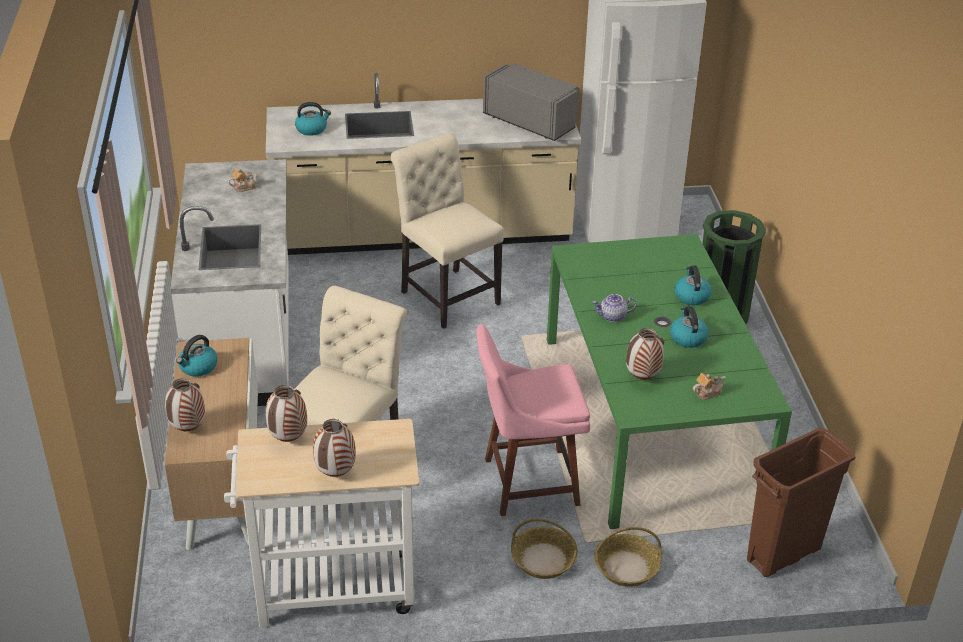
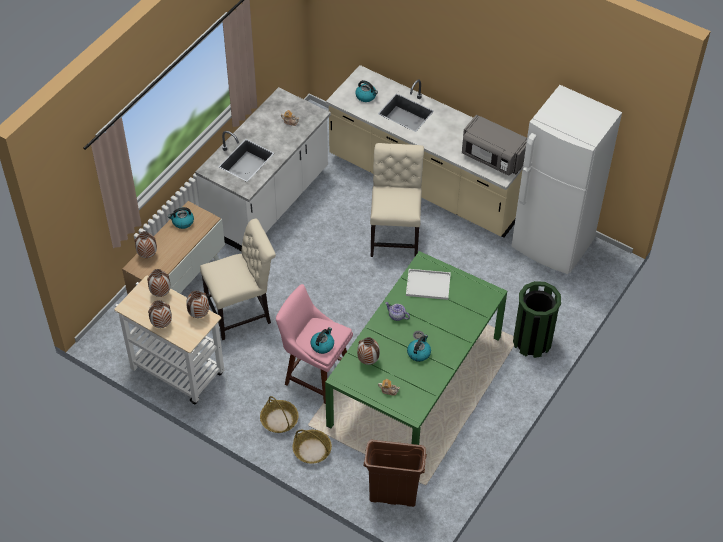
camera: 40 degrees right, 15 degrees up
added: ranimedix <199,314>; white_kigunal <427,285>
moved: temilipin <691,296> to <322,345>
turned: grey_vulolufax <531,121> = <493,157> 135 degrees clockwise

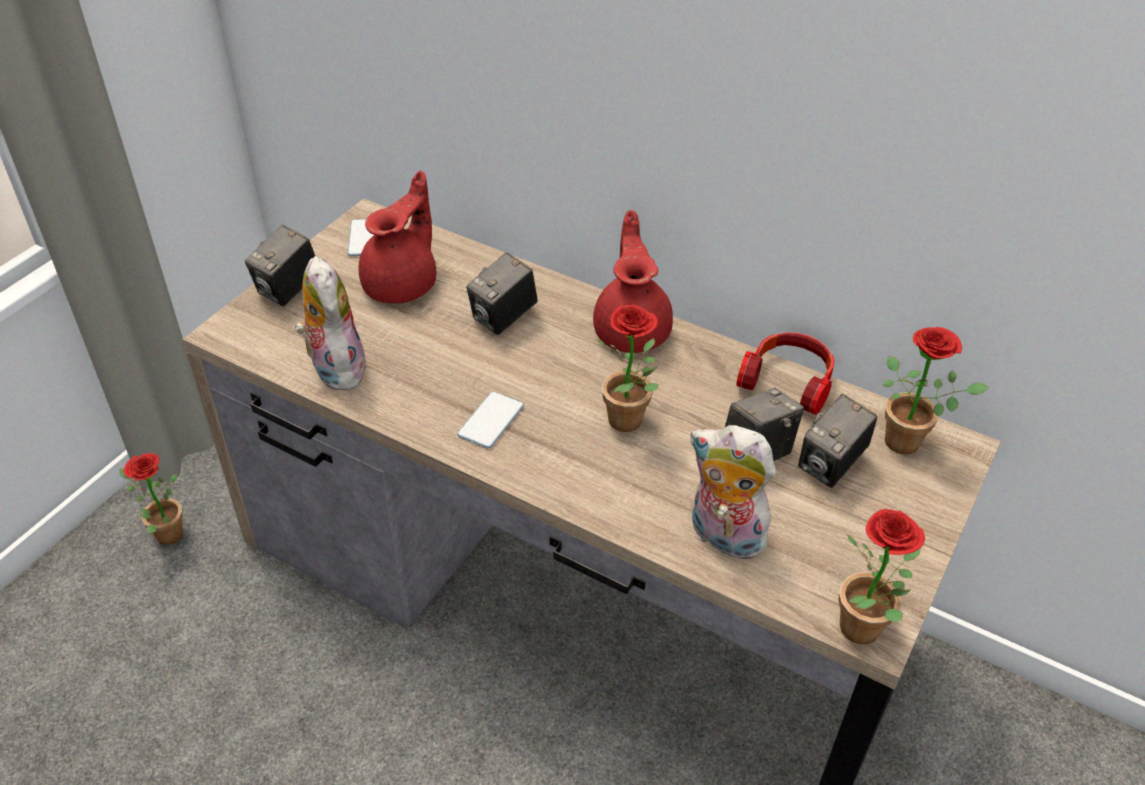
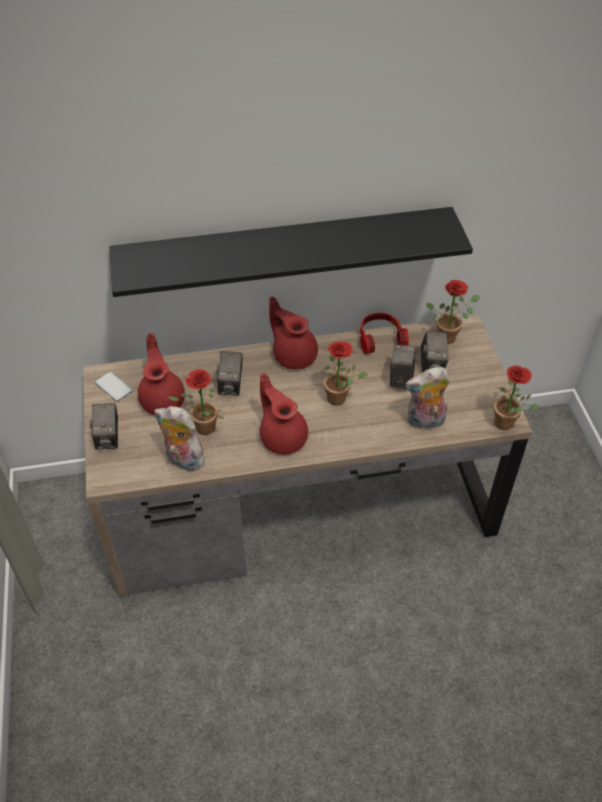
camera: 40 degrees left, 5 degrees up
added: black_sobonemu <285,250>
moved: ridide <164,533> to <202,429>
replaced: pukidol <491,421> to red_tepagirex <282,436>

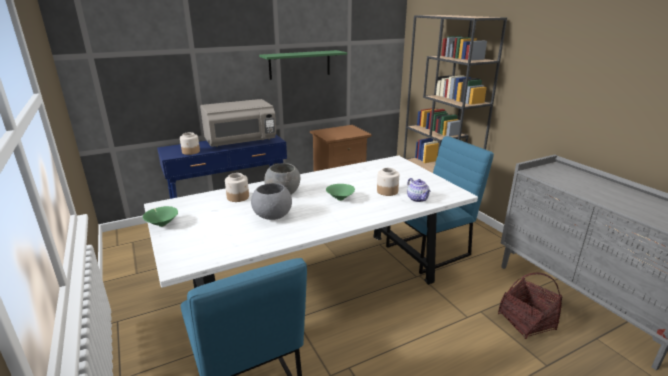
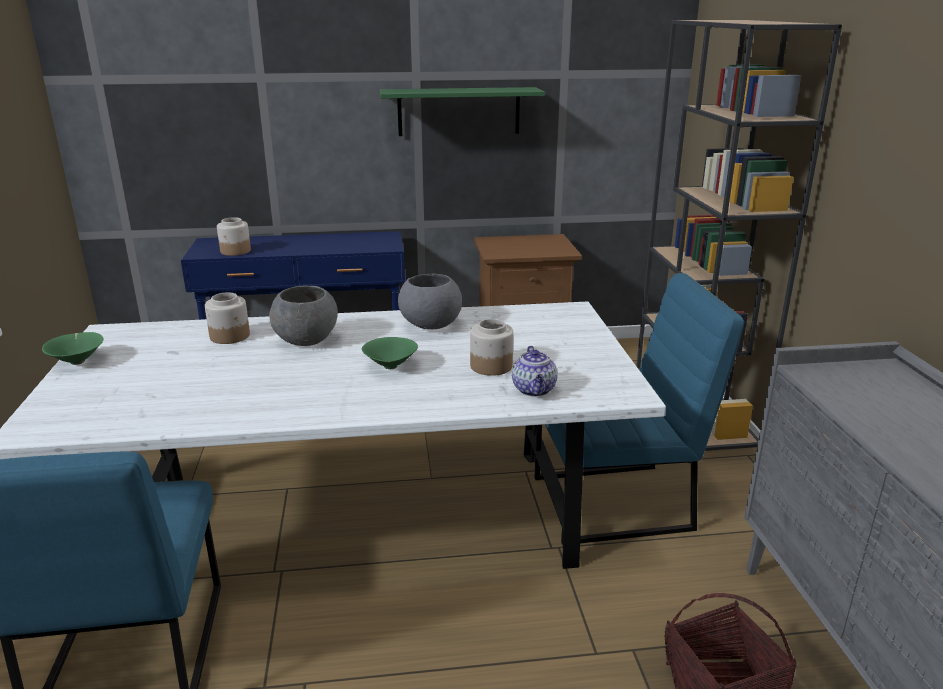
camera: 20 degrees right, 0 degrees up
removed: grey_vulolufax <240,142>
moved: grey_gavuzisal <272,217> to <430,326>

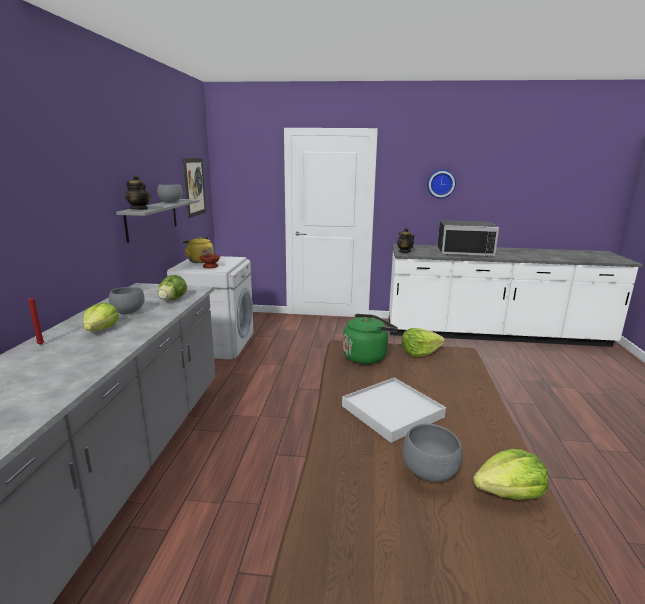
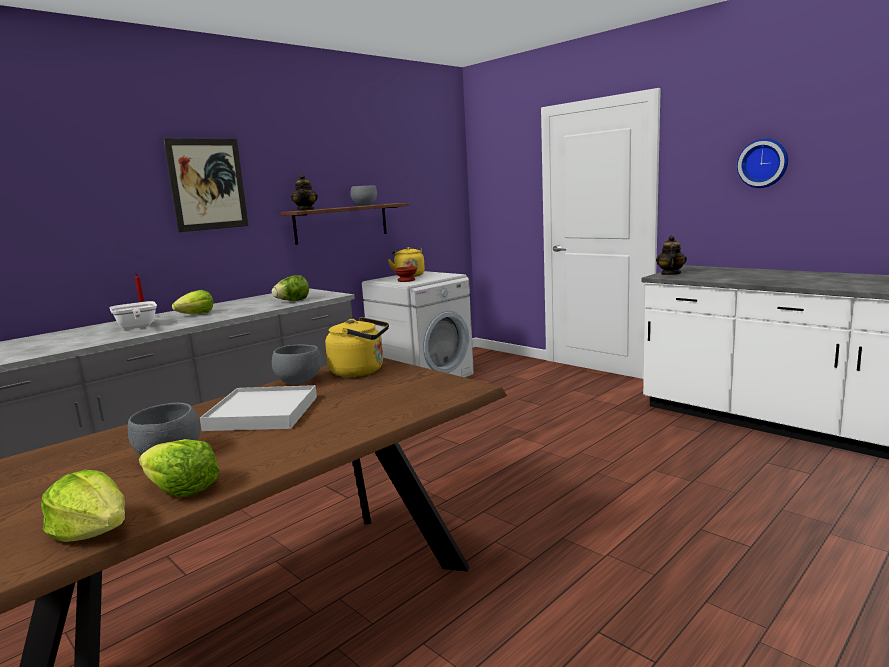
camera: 40 degrees right, 5 degrees down
removed: black_vulolufax <464,251>
added: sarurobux <136,327>
moved: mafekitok <419,352> to <93,531>; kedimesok <194,187> to <207,184>; grey_gavuzisal <128,312> to <299,382>
recoloured: grey_sobonemu <152,219> to brown_sobonemu <341,223>; green_temilipin <367,356> to yellow_temilipin <361,371>

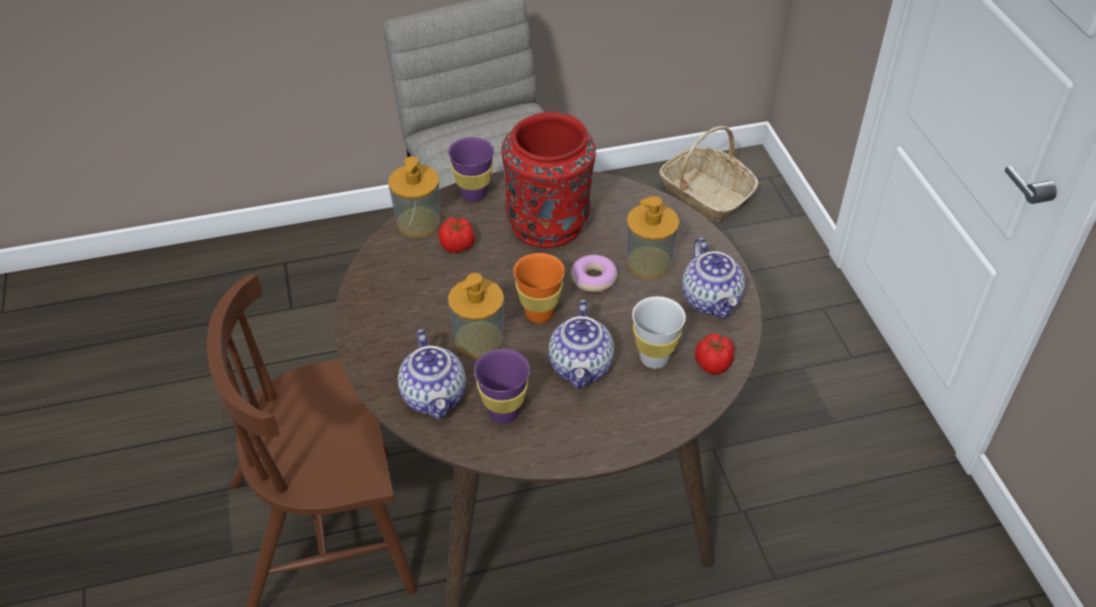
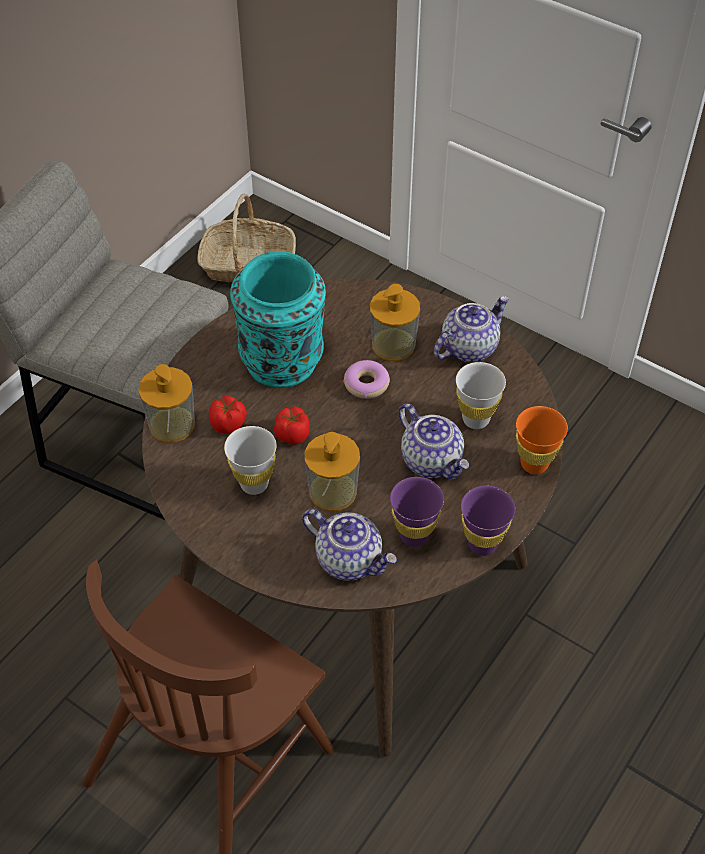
camera: 40 degrees left, 5 degrees up
added: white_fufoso <254,484>
moved: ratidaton <714,364> to <293,434>; purple_fufoso <473,194> to <482,544>; orange_fufoso <539,314> to <534,464>
recoloured: red_ranimedix <548,223> to turquoise_ranimedix <282,359>
turned: tepagirex <712,300> = <469,347> 75 degrees counterclockwise

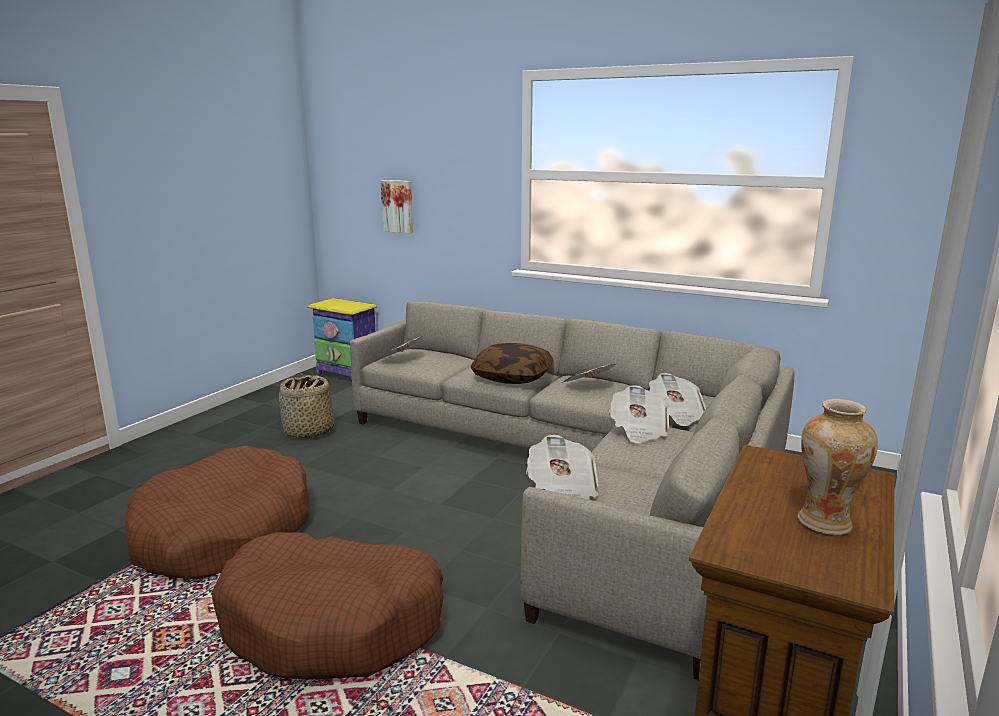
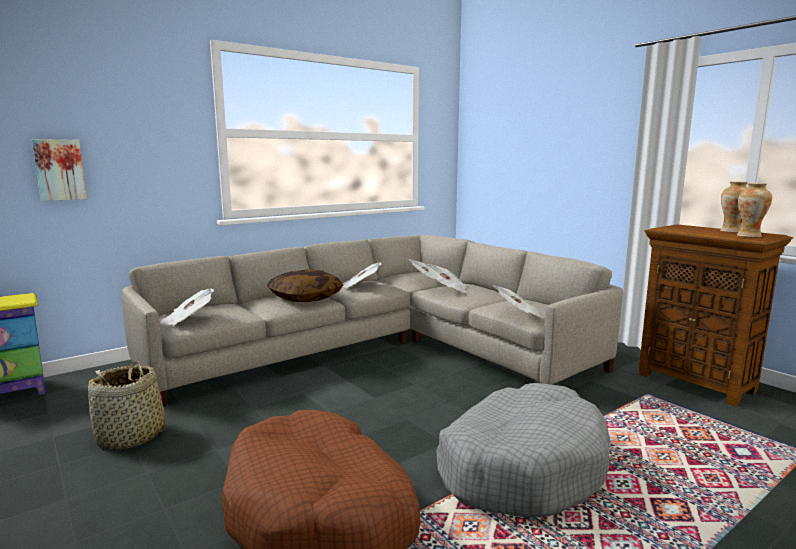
camera: 65 degrees left, 5 degrees down
added: ranimedix <749,236>
recoloured: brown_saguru <333,623> to grey_saguru <521,466>

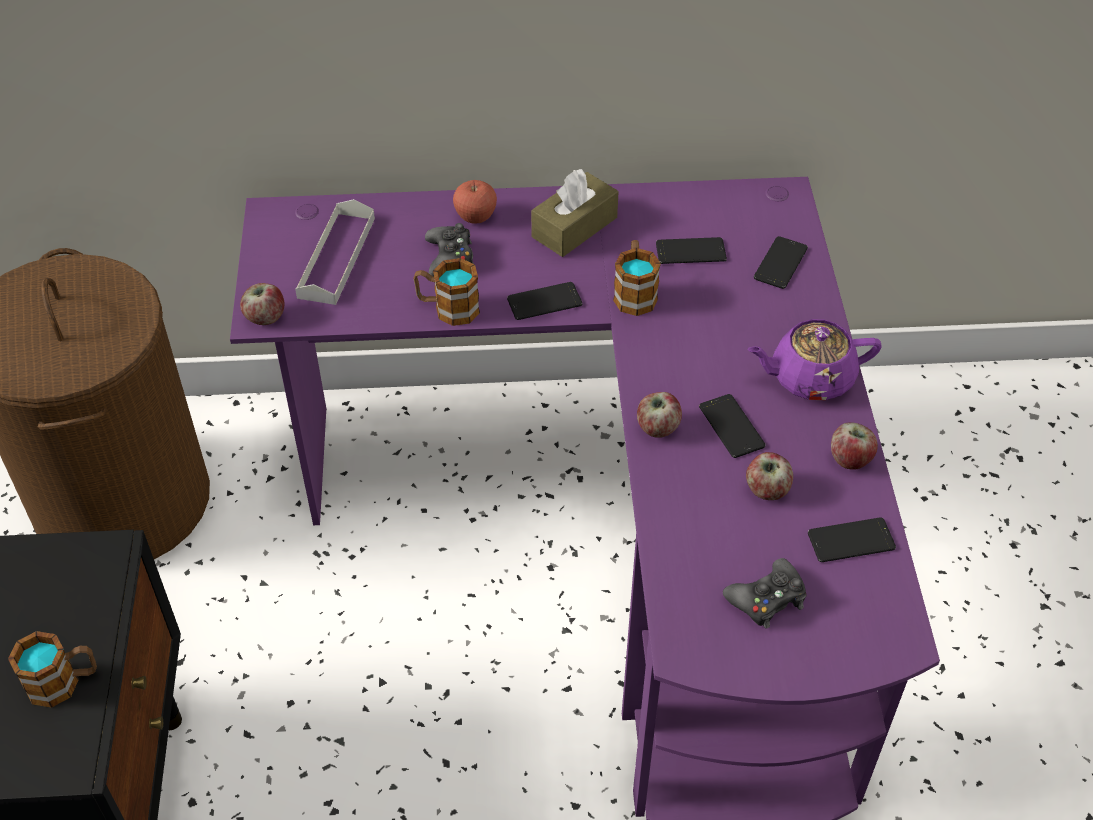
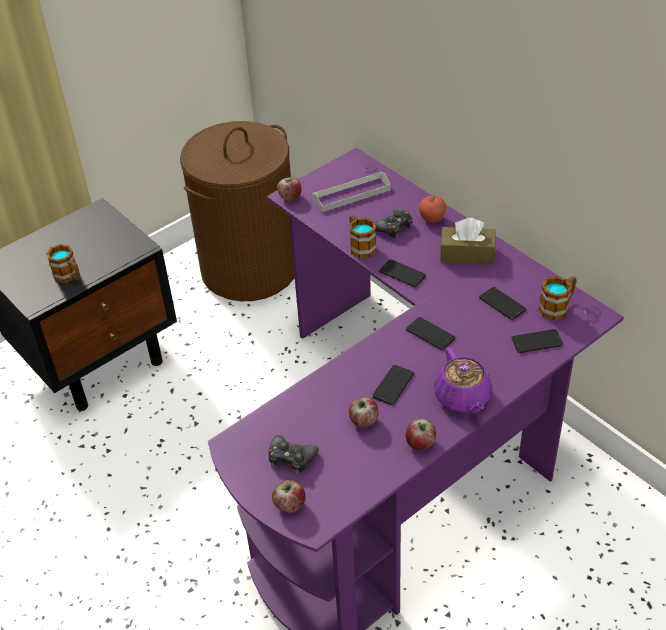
camera: 55 degrees right, 5 degrees down
moved: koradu <657,428> to <290,505>; pukidol <851,541> to <430,334>; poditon <634,292> to <557,307>
turned: purple_tepagirex <810,378> = <462,397> 150 degrees counterclockwise

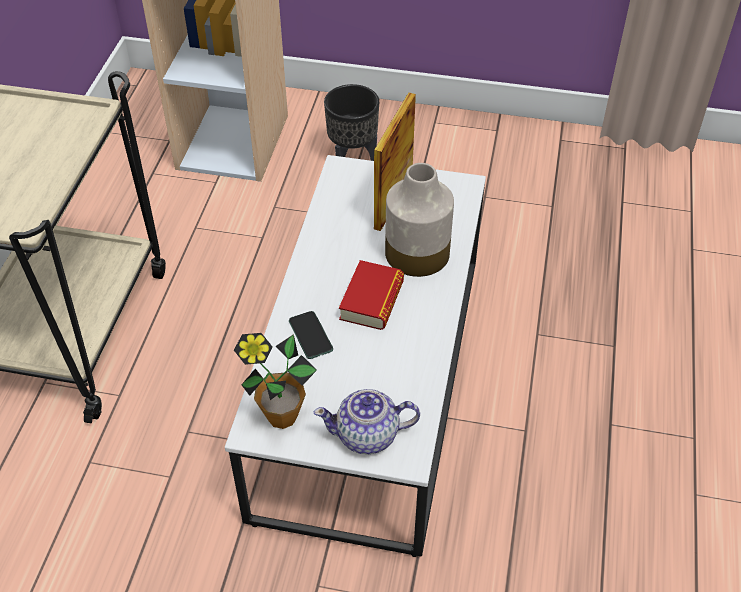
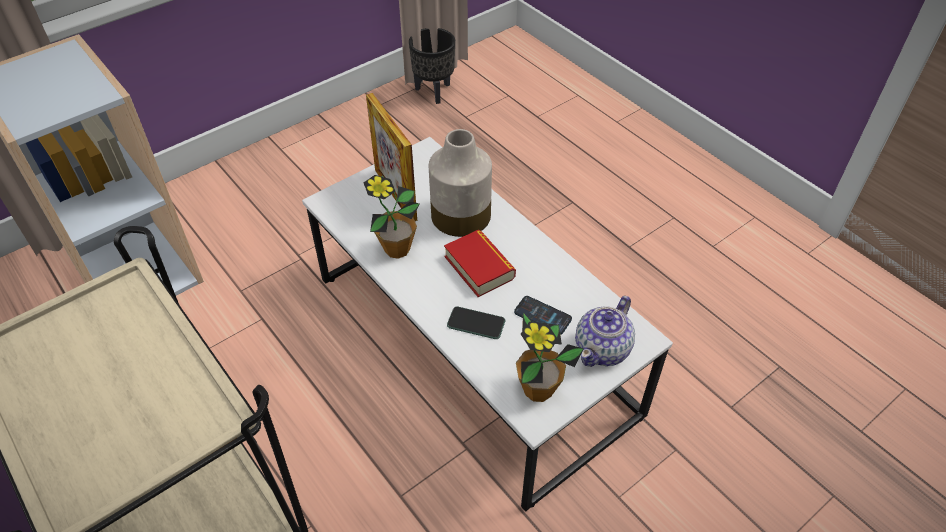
camera: 50 degrees left, 0 degrees up
added: ridide <397,249>; pukidol <542,316>
moved: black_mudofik <352,157> to <433,92>

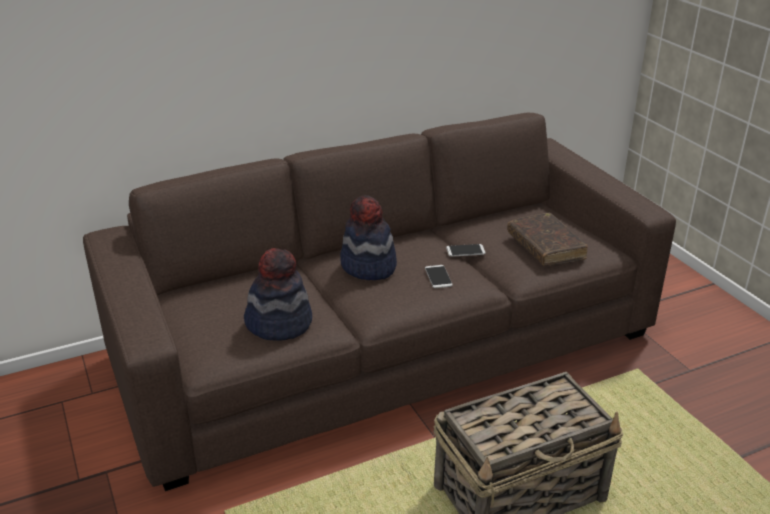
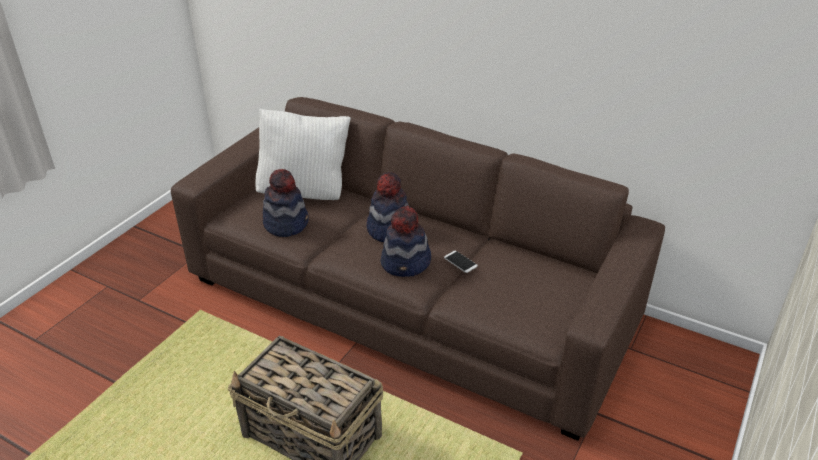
camera: 55 degrees right, 5 degrees up
removed: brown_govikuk <545,247>
added: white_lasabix <305,193>
replaced: pukidol <438,277> to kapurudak <406,263>

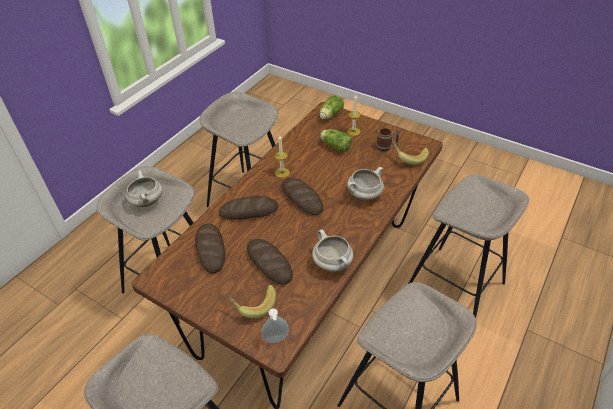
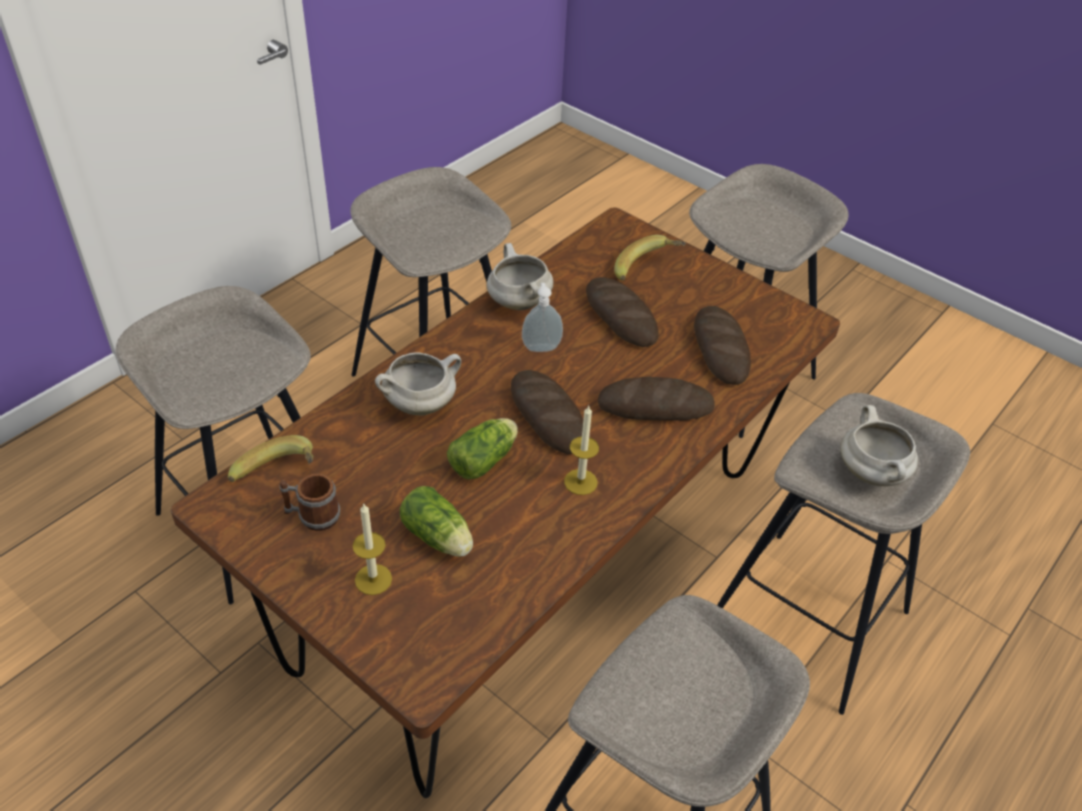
camera: 175 degrees left, 0 degrees up
moved: mafekitok <330,115> to <485,459>; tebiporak <276,340> to <541,347>

